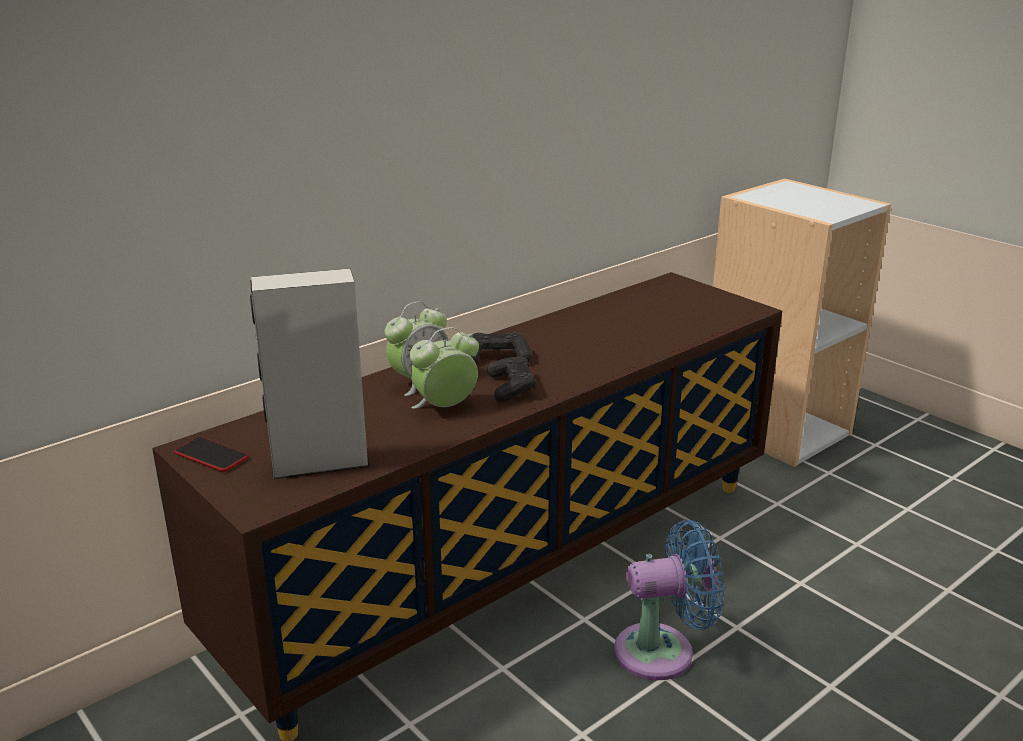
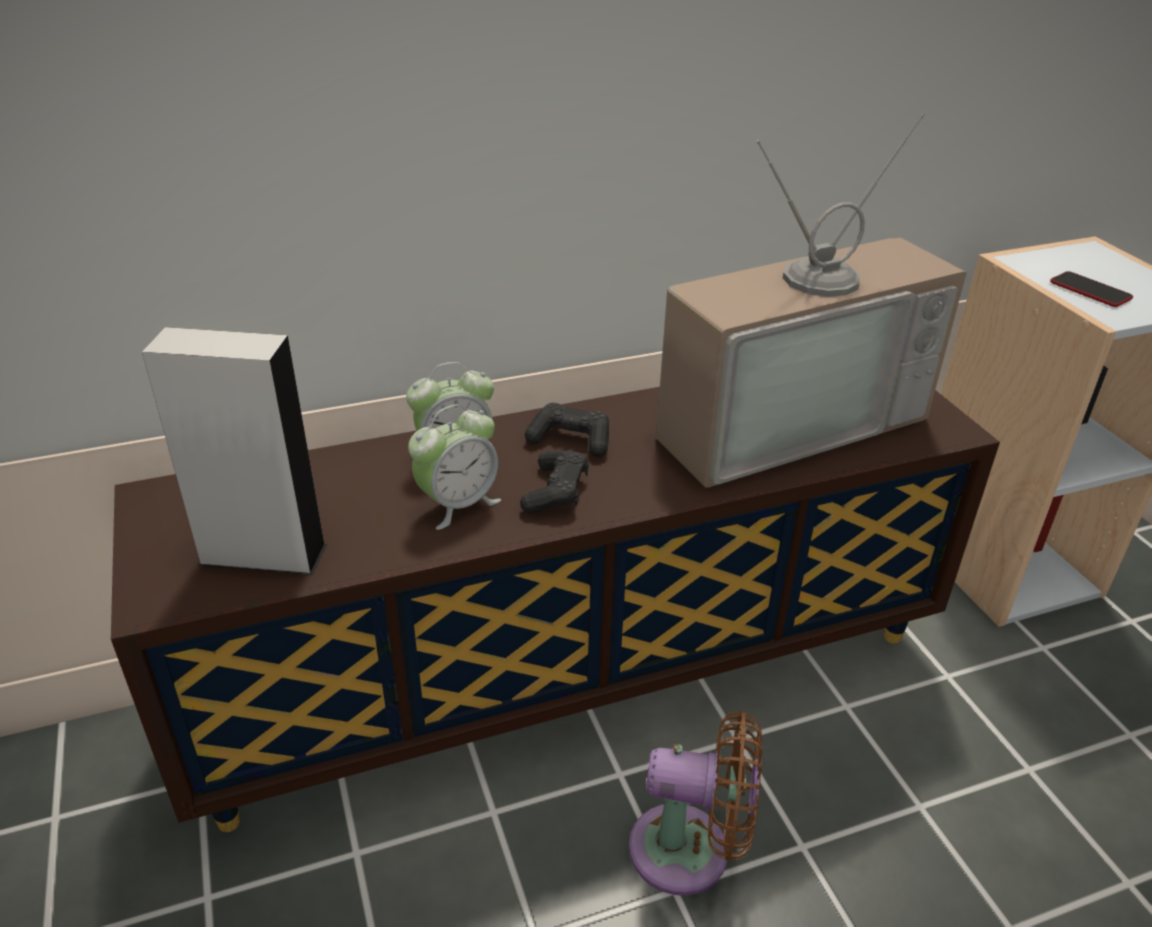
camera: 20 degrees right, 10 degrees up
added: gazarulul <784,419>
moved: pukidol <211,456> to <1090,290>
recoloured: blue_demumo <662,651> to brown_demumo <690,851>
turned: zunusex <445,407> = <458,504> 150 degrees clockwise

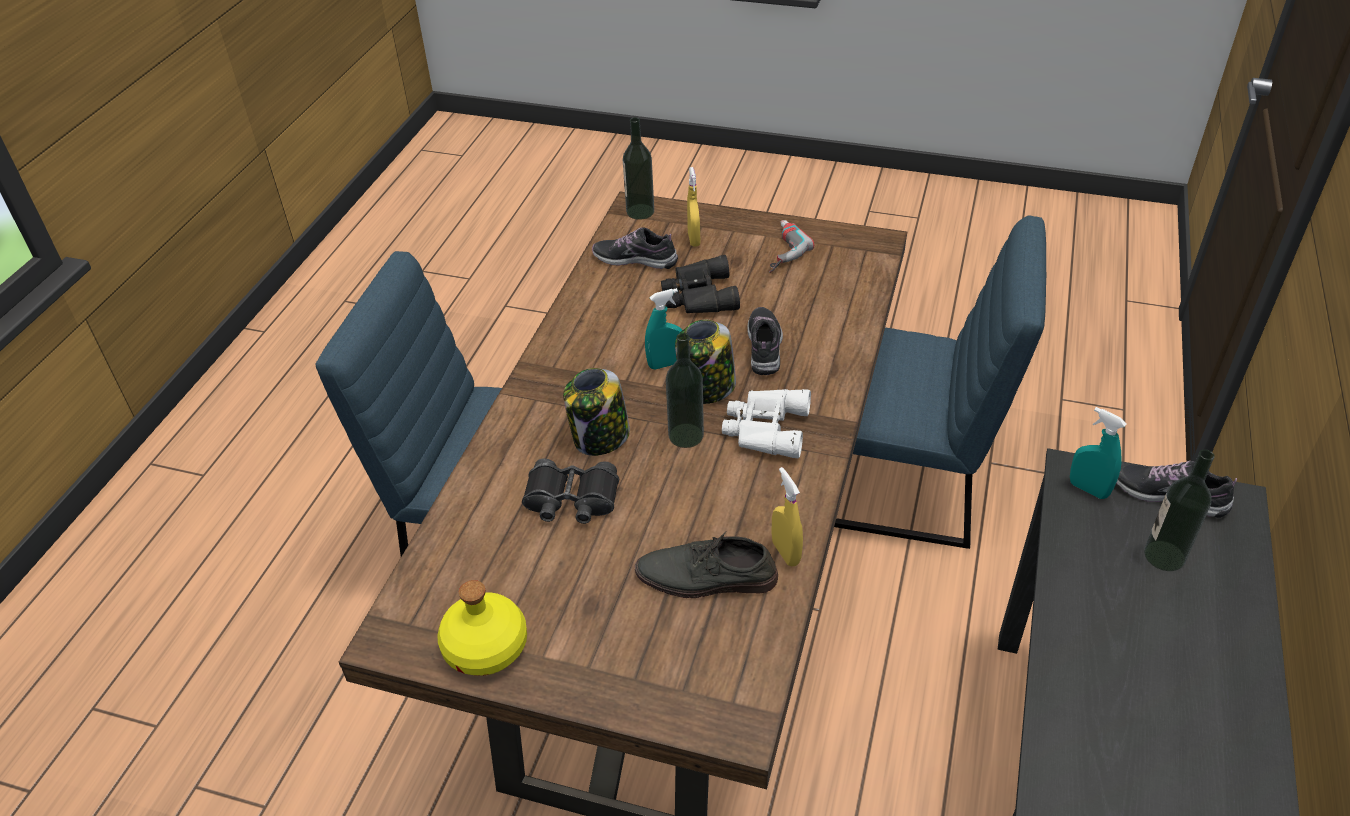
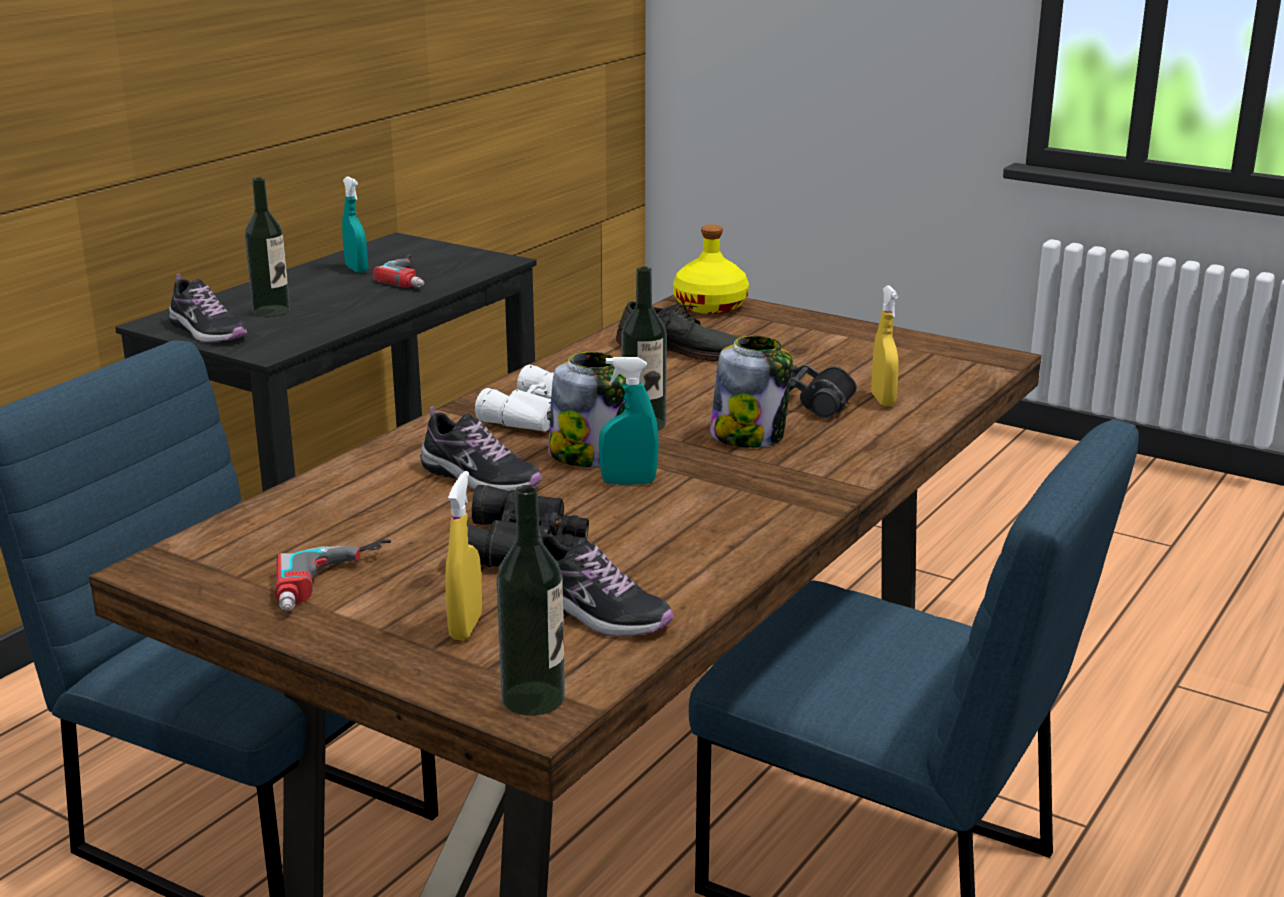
camera: 165 degrees left, 20 degrees down
added: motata <415,277>
moved: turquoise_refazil <1088,489> to <356,269>; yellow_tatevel <485,648> to <711,306>; yellow_refazil <785,552> to <883,400>
turned: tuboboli <764,347> = <479,478> 75 degrees counterclockwise

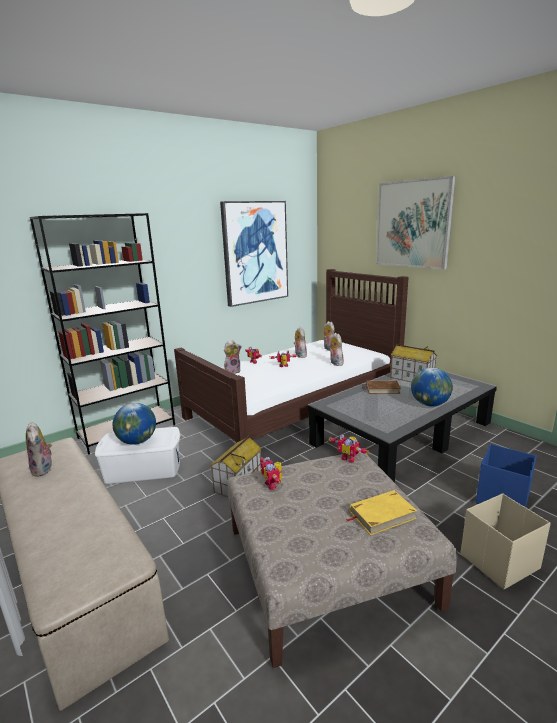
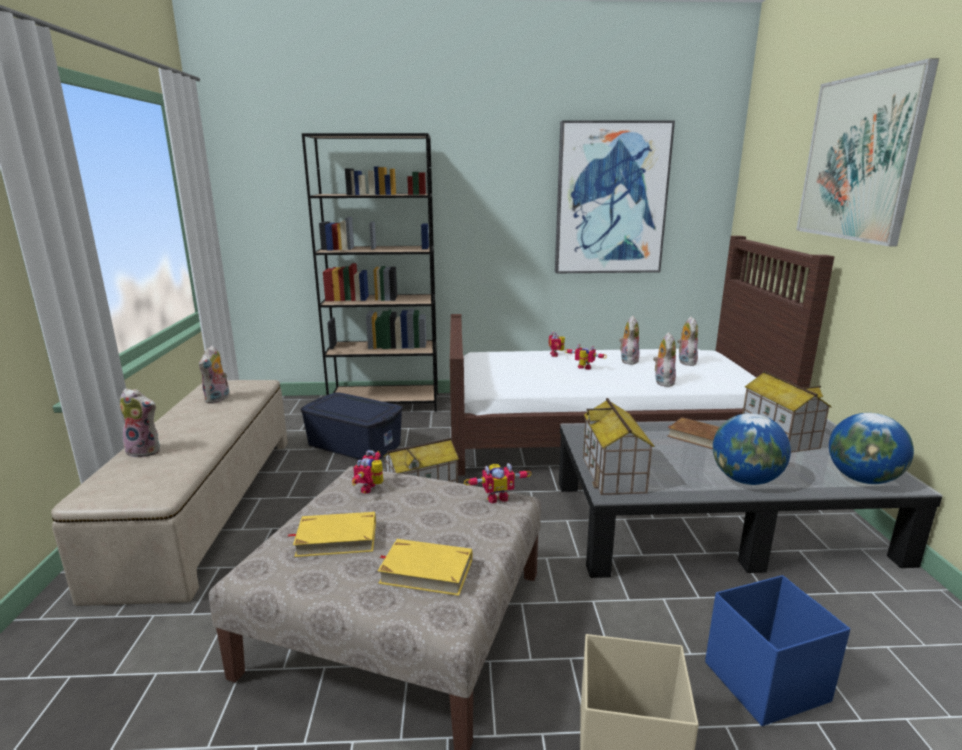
camera: 35 degrees right, 0 degrees up
added: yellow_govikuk <336,538>; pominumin <614,475>
moved: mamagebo <232,371> to <146,451>; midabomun <137,441> to <862,479>
recoloured: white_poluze <143,469> to blue_poluze <354,444>
turned: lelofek <349,458> = <496,497> 90 degrees counterclockwise

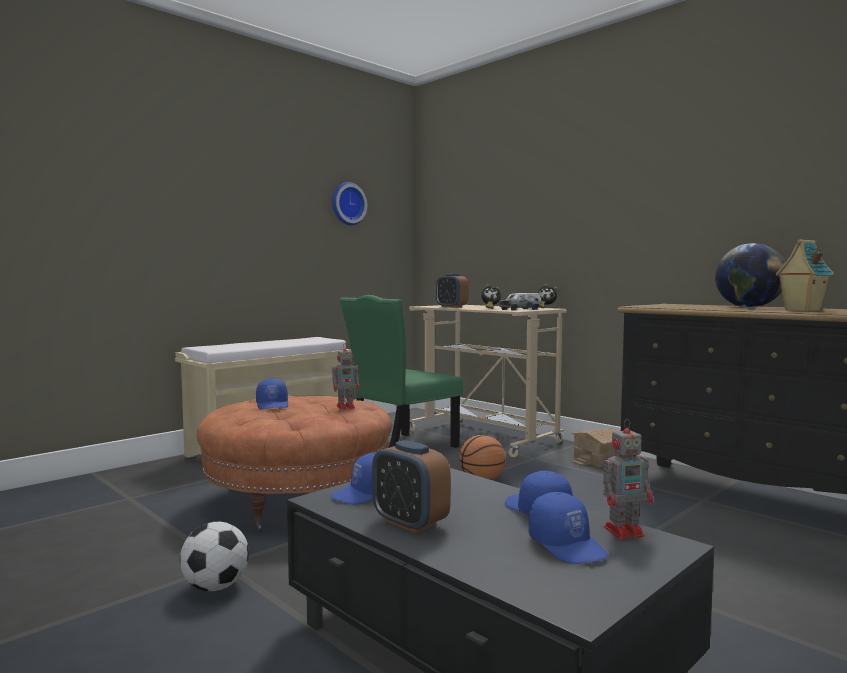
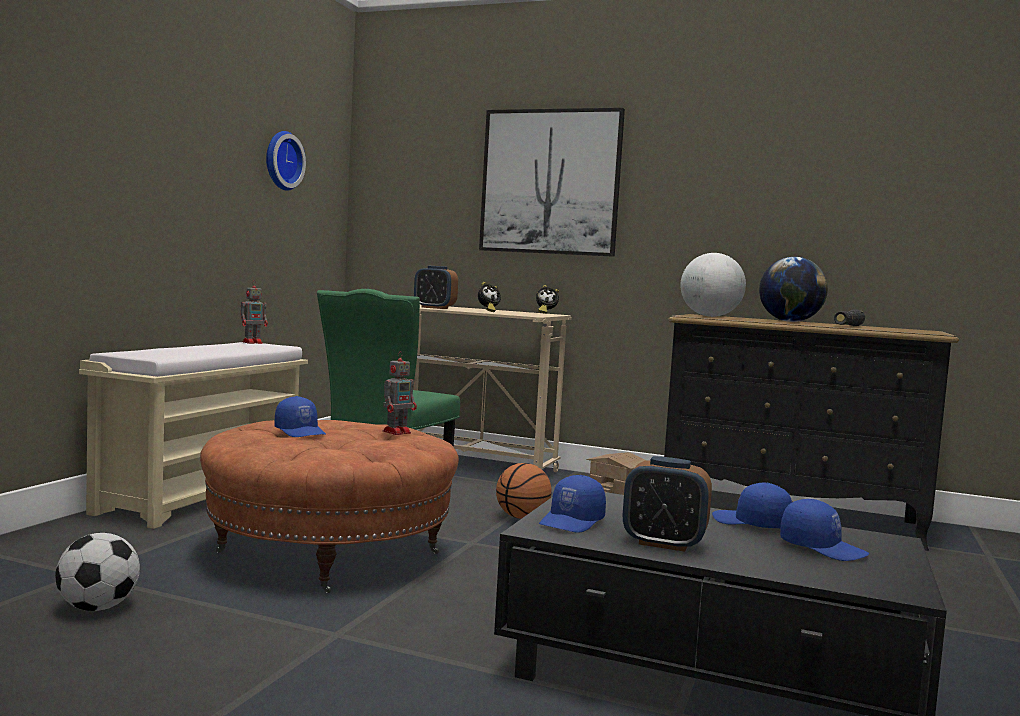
camera: 25 degrees left, 0 degrees up
removed: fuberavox <520,309>
added: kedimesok <550,182>; midabomun <710,316>
moved: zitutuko <215,587> to <97,608>; lelofek <625,531> to <253,342>
replaced: pominumin <801,310> to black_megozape <848,326>

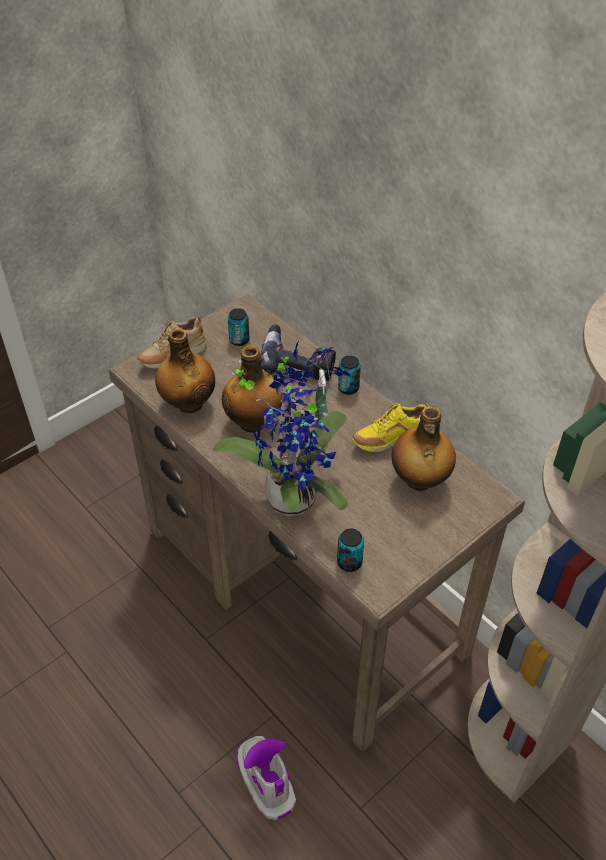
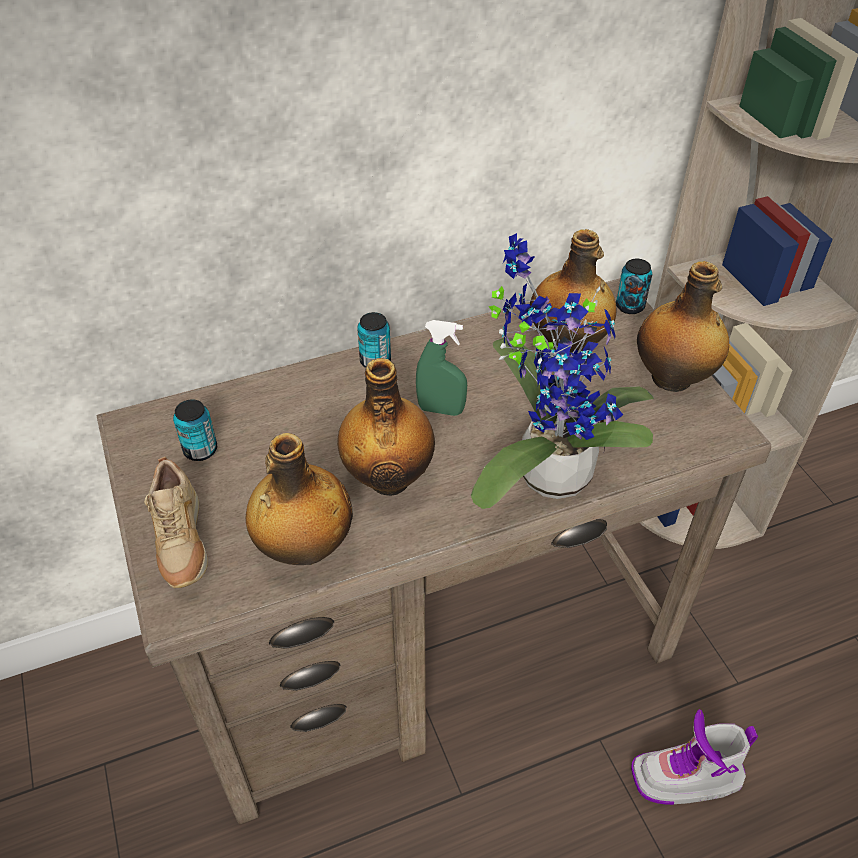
camera: 70 degrees left, 0 degrees up
removed: motata <298,361>; yellow_tuboboli <389,441>
added: tatevel <673,379>
moved: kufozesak <349,562> to <629,306>

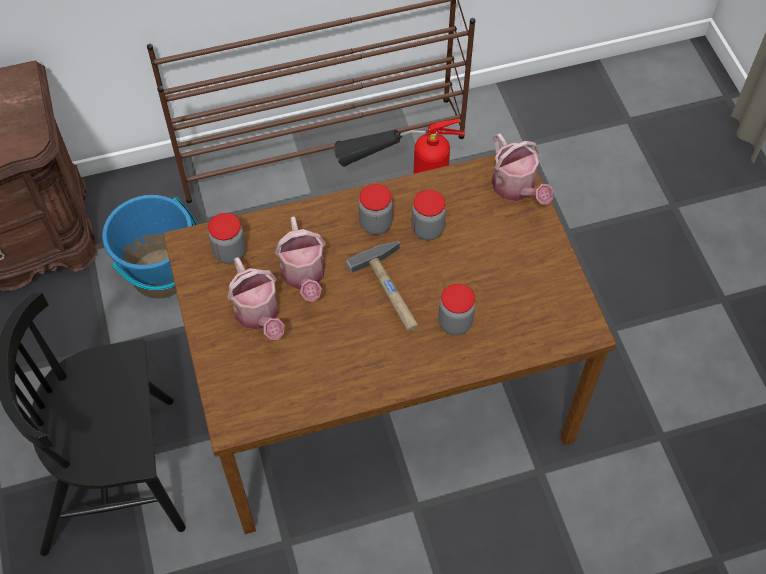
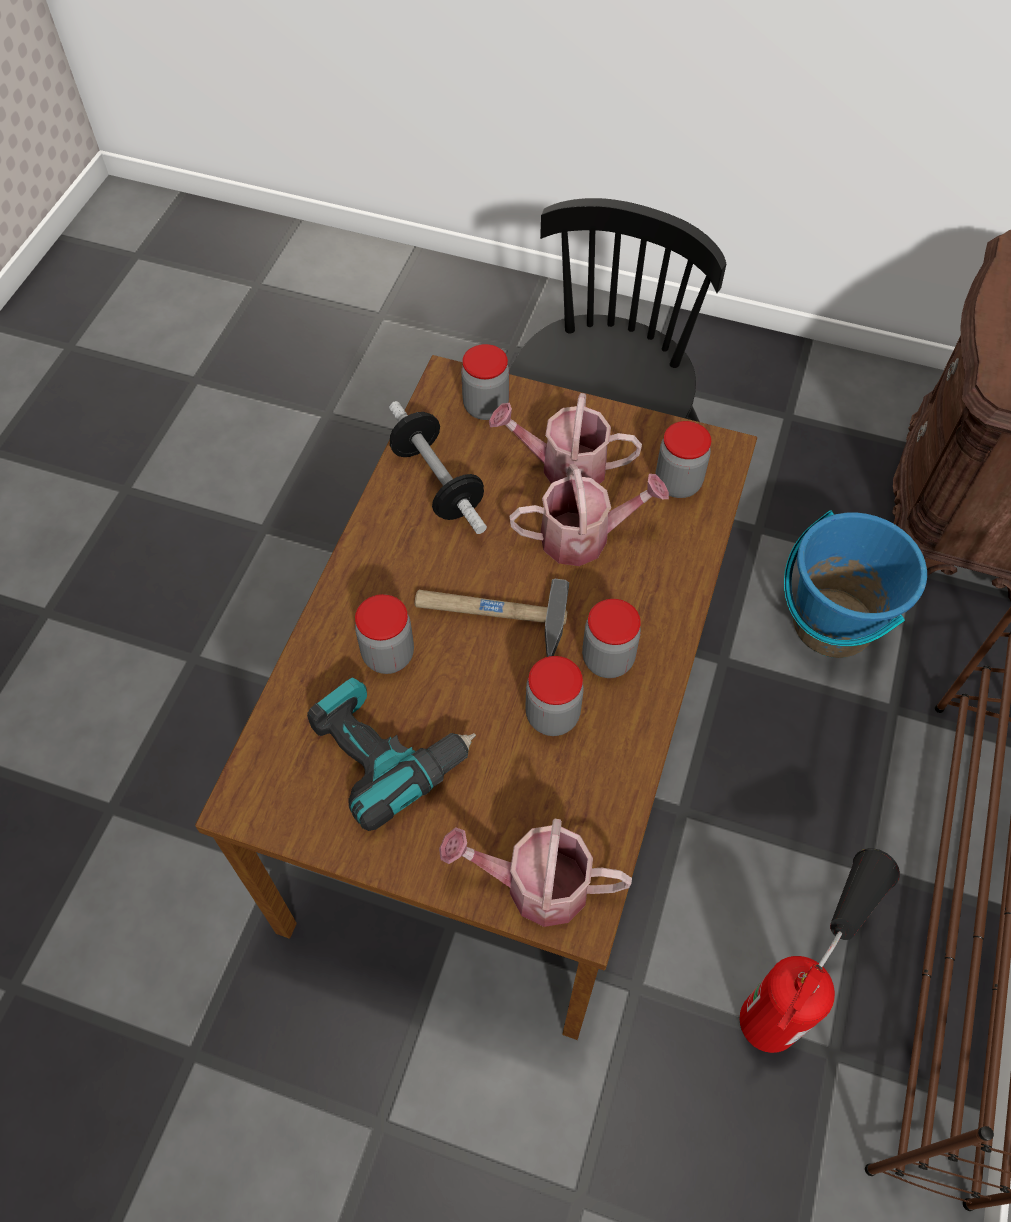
camera: 125 degrees right, 0 degrees up
added: motata <387,752>; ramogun <437,482>; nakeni <486,406>
turned: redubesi <304,276> = <584,537> 150 degrees clockwise

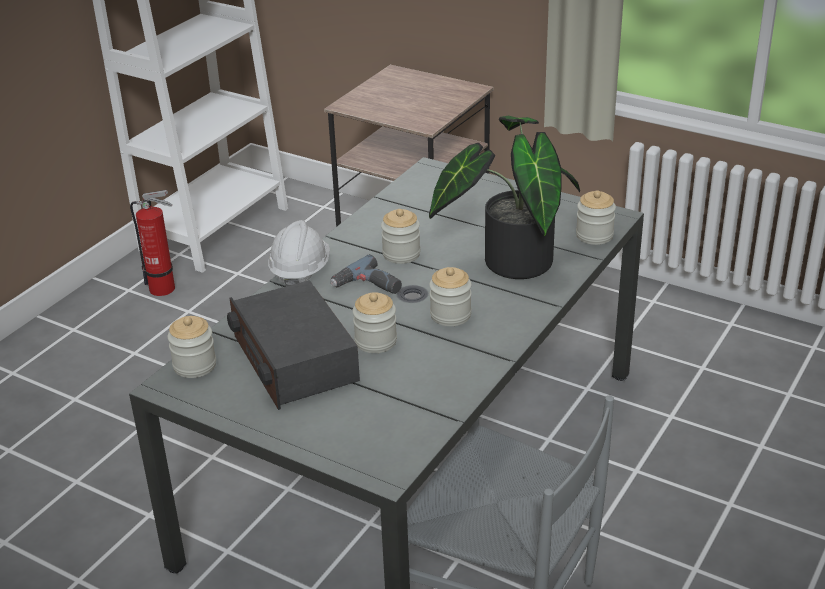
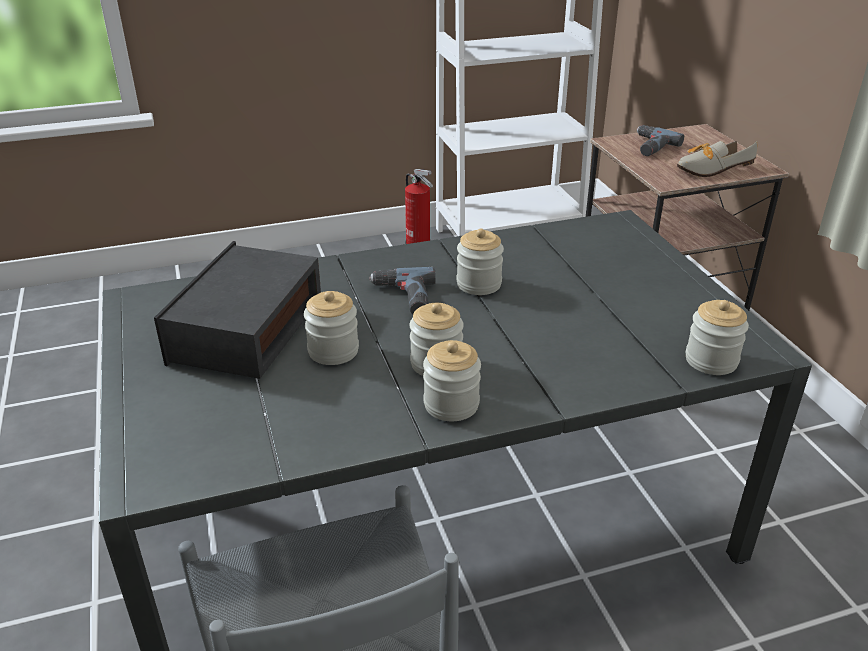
camera: 40 degrees right, 0 degrees up
removed: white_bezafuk <300,271>; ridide <510,261>
added: motata <648,146>; tuboboli <708,169>
moved: nakeni <195,365> to <451,404>

